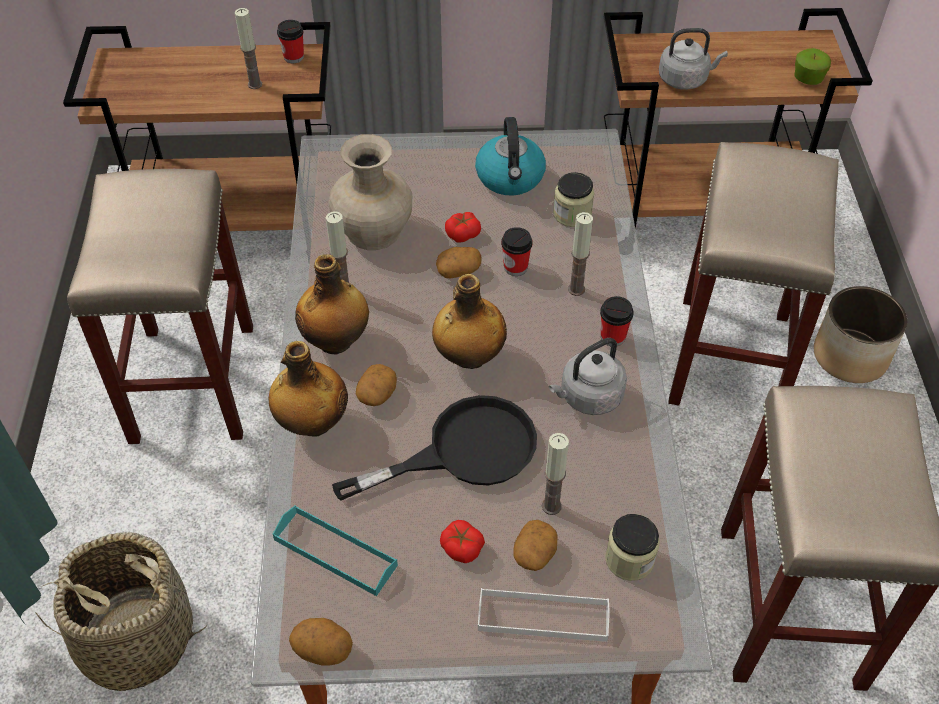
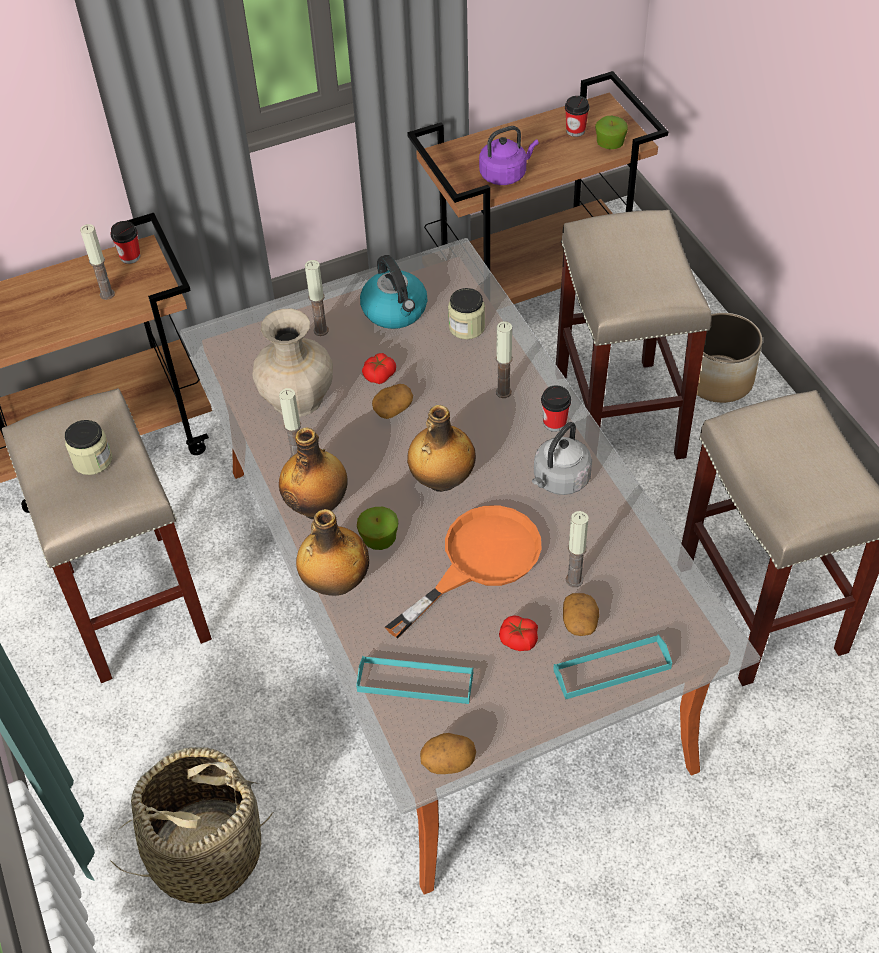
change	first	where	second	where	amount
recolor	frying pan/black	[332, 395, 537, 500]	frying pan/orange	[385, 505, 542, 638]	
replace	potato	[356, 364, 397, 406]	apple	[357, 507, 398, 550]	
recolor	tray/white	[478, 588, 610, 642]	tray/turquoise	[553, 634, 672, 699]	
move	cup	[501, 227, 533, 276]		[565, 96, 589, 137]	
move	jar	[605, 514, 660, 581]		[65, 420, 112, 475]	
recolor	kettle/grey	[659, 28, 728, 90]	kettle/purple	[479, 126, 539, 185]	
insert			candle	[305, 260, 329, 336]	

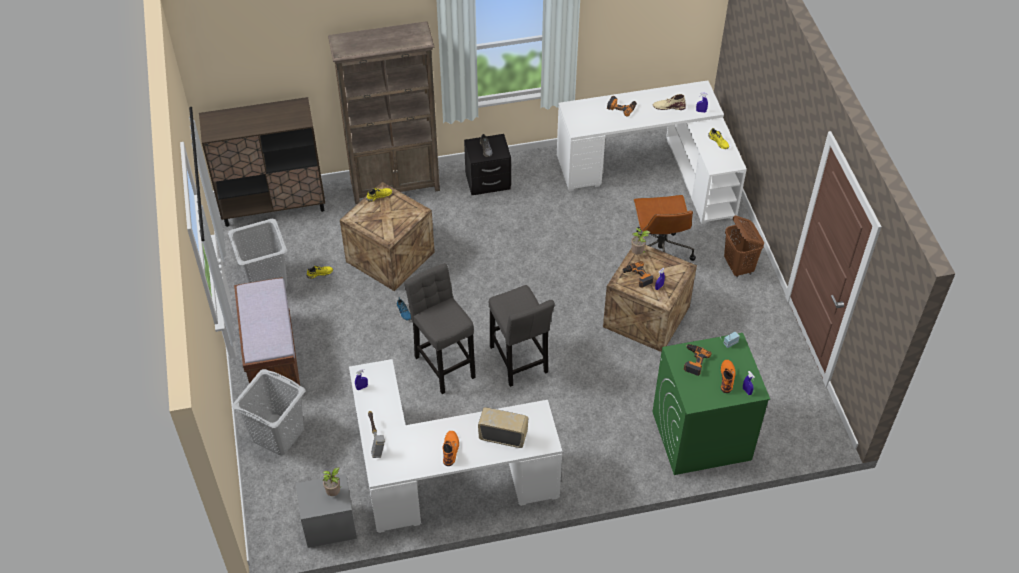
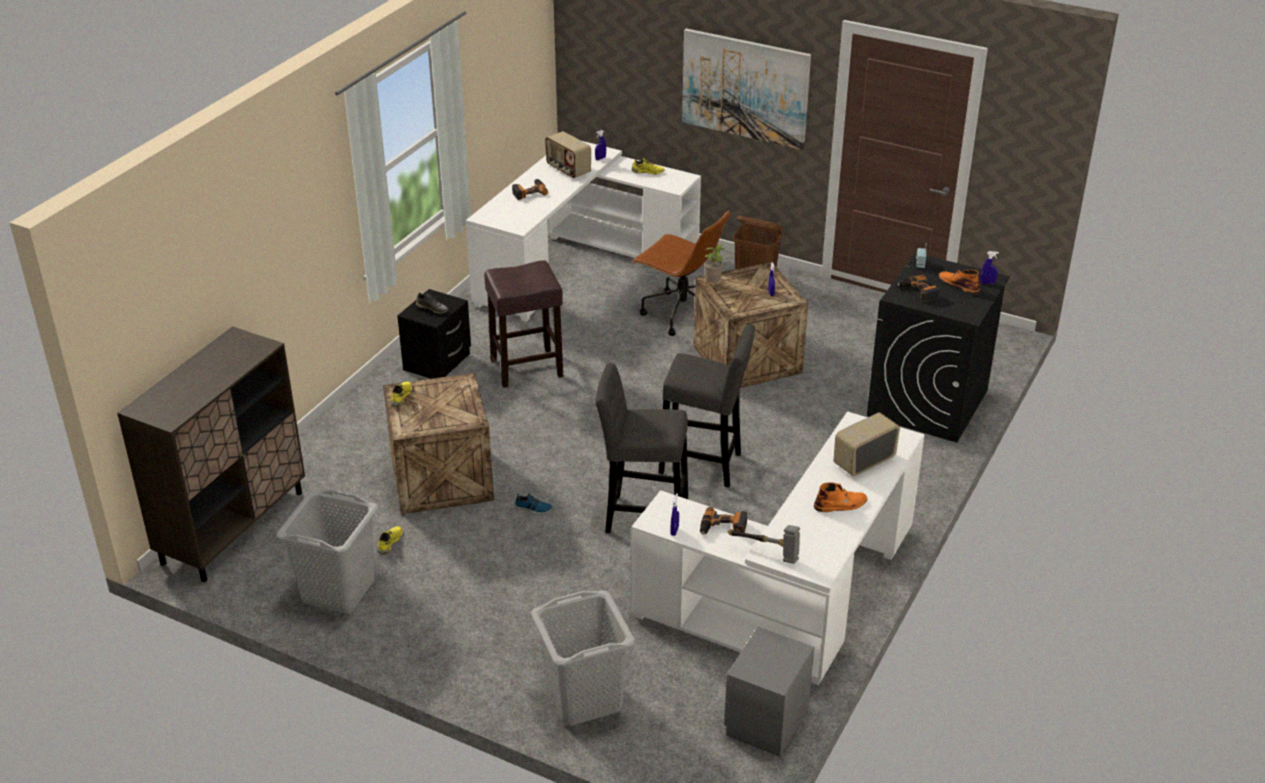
change	first	where	second	where	amount
delete	bench/brown	[234, 277, 300, 385]			
delete	potted plant	[323, 467, 341, 496]			
delete	bookcase/brown	[328, 21, 440, 204]			
rotate	boot/orange	[442, 431, 459, 466]		[814, 482, 867, 512]	120 degrees clockwise
move	power drill	[622, 261, 654, 288]		[700, 507, 747, 535]	
replace	boot/beige	[653, 94, 686, 110]	radio	[545, 131, 591, 178]	
recolor	washing machine/green	[653, 333, 770, 475]	washing machine/black	[867, 253, 1010, 443]	
insert			stool/brown	[484, 260, 563, 388]	
insert			picture	[682, 28, 811, 150]	

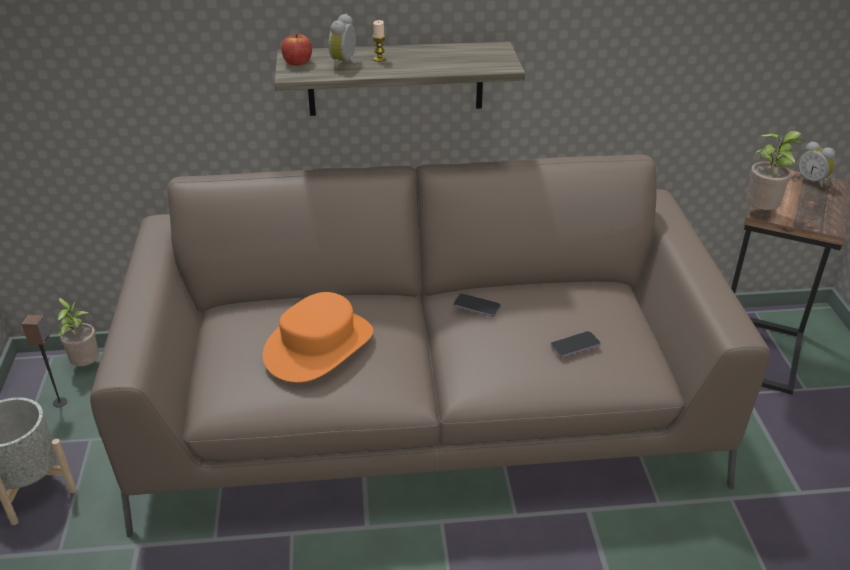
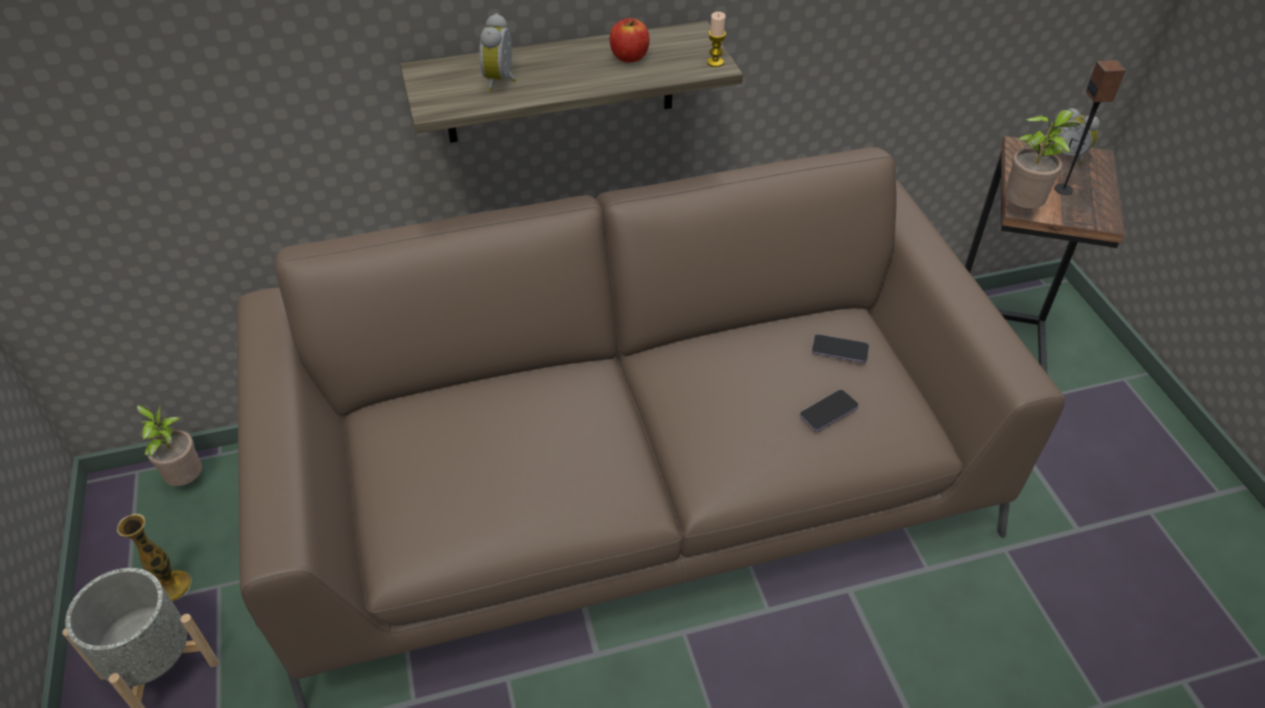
change	first	where	second	where	amount
move	speaker	[22, 315, 67, 407]		[1054, 60, 1126, 195]	
delete	hat/orange	[263, 292, 373, 383]			
move	apple	[281, 34, 312, 66]		[610, 18, 650, 63]	
move	candle	[372, 20, 386, 62]		[707, 12, 726, 67]	
move	phone	[453, 293, 501, 317]		[812, 334, 869, 363]	
insert			vase	[117, 514, 192, 601]	

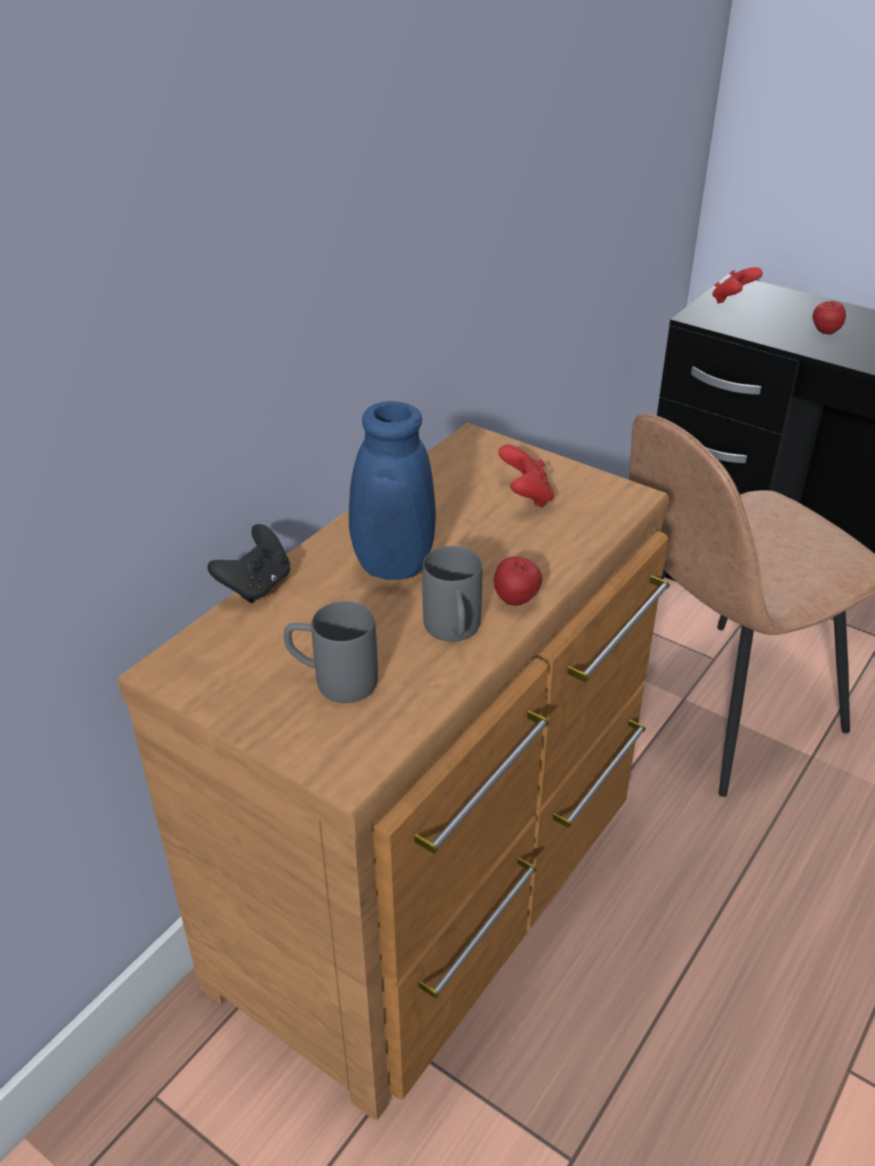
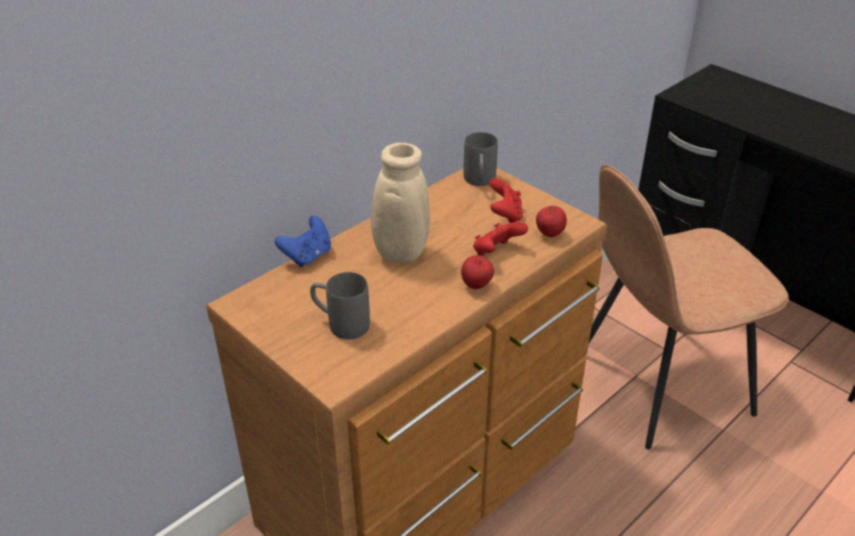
change	first	where	second	where	amount
recolor	game controller/black	[207, 524, 290, 603]	game controller/blue	[275, 216, 331, 267]	
recolor	vase/blue	[287, 401, 436, 580]	vase/beige	[321, 143, 430, 263]	
move	mug/grey	[422, 546, 482, 642]		[464, 132, 498, 186]	
move	game controller/red	[712, 267, 763, 304]		[473, 222, 528, 256]	
move	apple	[813, 301, 846, 335]		[536, 206, 567, 237]	

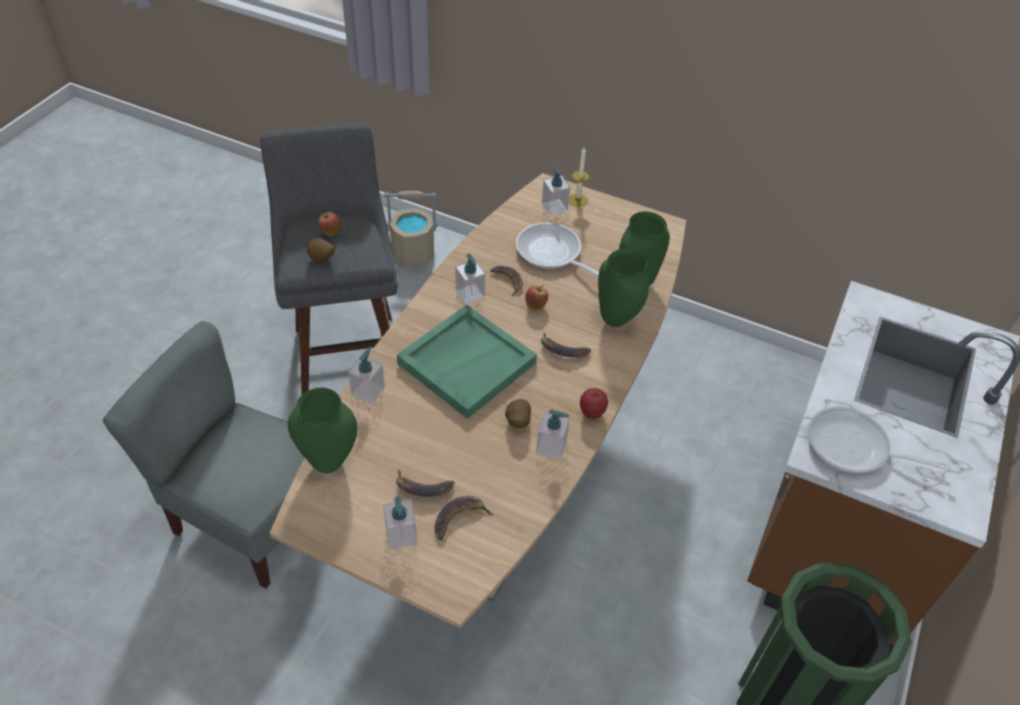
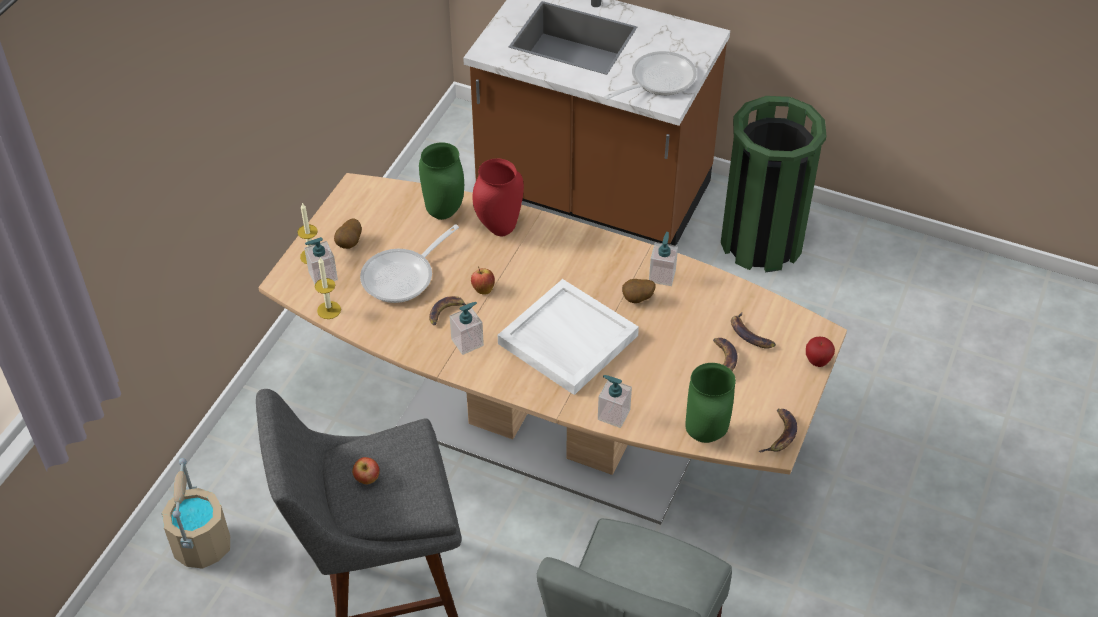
change	first	where	second	where	amount
move	potato	[307, 238, 335, 261]		[334, 218, 362, 249]	
delete	soap dispenser	[383, 497, 417, 550]			
recolor	tray/green	[397, 304, 537, 419]	tray/white	[498, 279, 639, 395]	
move	banana	[541, 332, 591, 357]		[758, 409, 797, 452]	
move	apple	[580, 388, 608, 419]		[806, 337, 835, 367]	
recolor	vase/green	[598, 249, 649, 327]	vase/red	[472, 158, 524, 237]	
rotate	frying pan	[808, 407, 952, 473]		[604, 51, 697, 100]	150 degrees counterclockwise
insert			candle	[315, 258, 341, 319]	

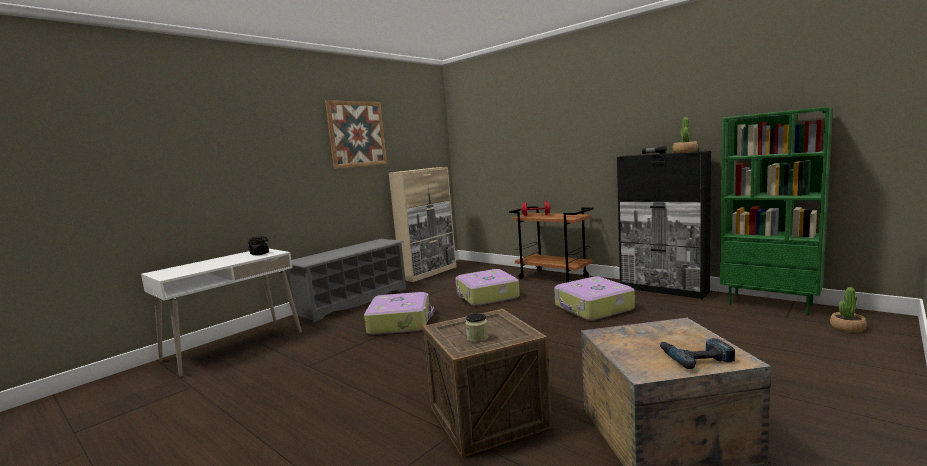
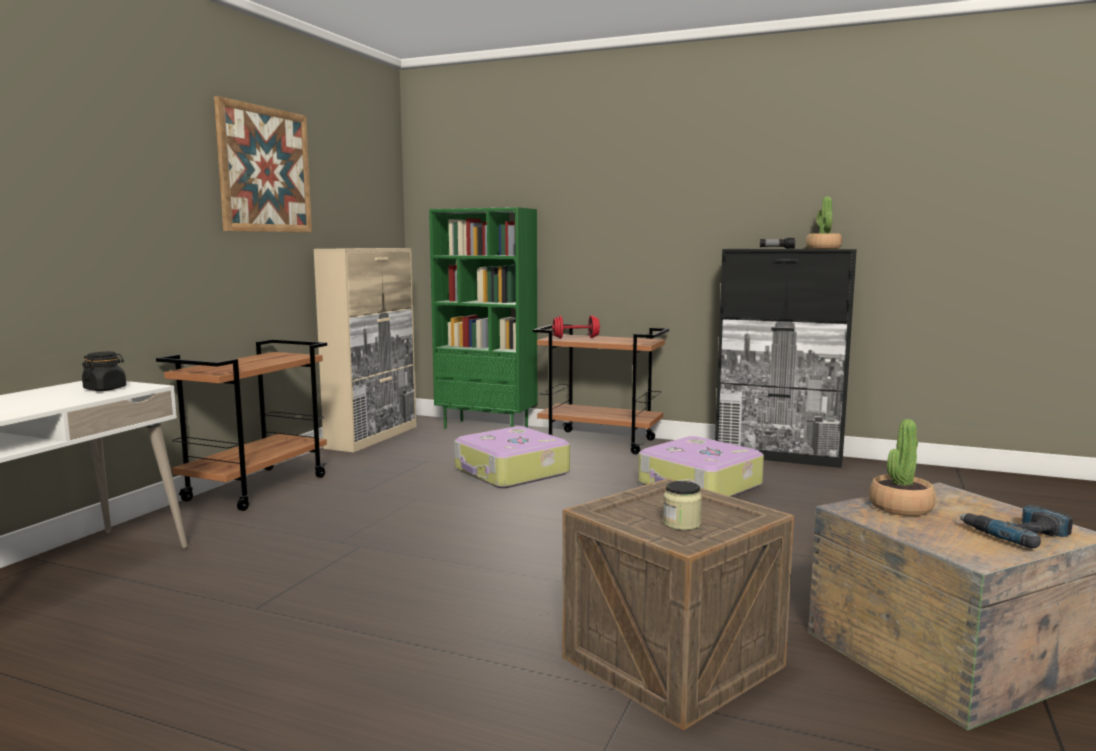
change	first	where	second	where	amount
replace	shoe rack/grey	[289, 239, 406, 322]	cart/brown	[156, 339, 327, 511]	
delete	suitcase	[364, 292, 434, 335]			
move	bookcase/green	[720, 107, 833, 315]		[429, 207, 537, 429]	
move	potted plant	[830, 287, 867, 332]		[869, 419, 936, 516]	

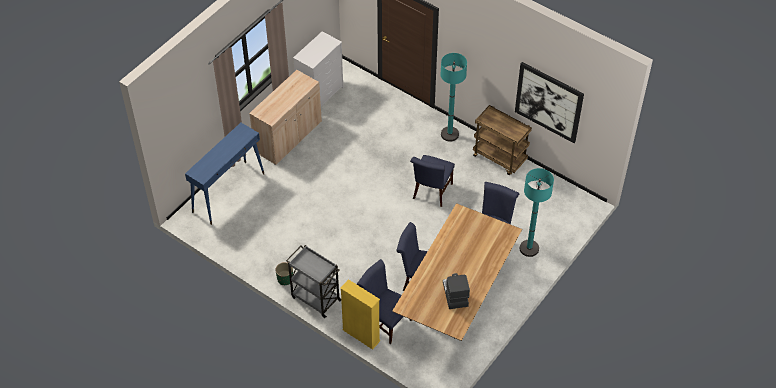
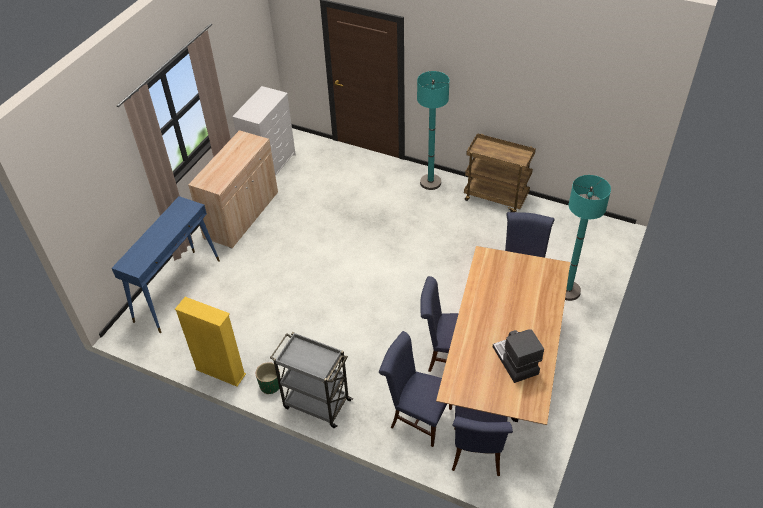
change	first	where	second	where	amount
move	bookcase/yellow	[340, 279, 381, 350]		[175, 297, 246, 386]	
move	chair/blue	[410, 155, 455, 207]		[452, 406, 513, 476]	
delete	picture	[515, 62, 584, 143]			

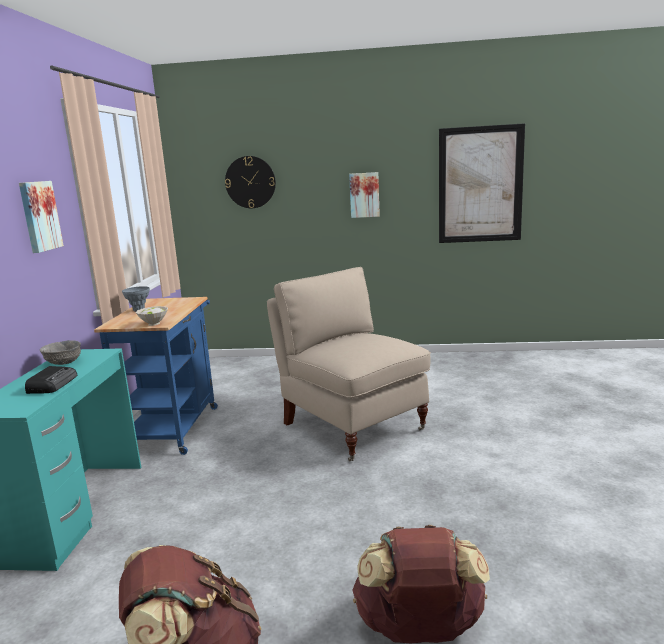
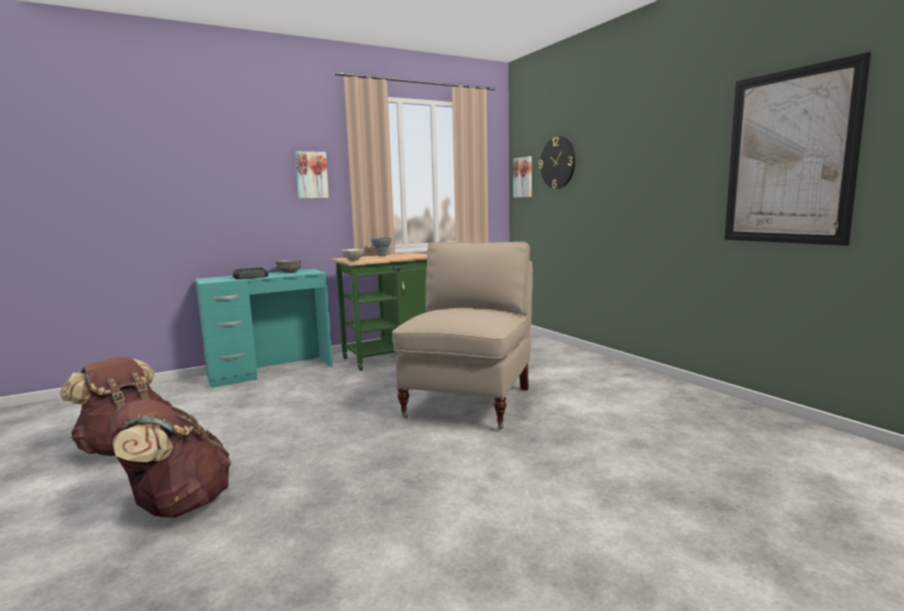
change	first	where	second	where	amount
recolor	cart/blue	[94, 297, 218, 455]	cart/green	[331, 253, 427, 371]	
move	picture	[349, 172, 380, 218]		[513, 156, 532, 198]	

